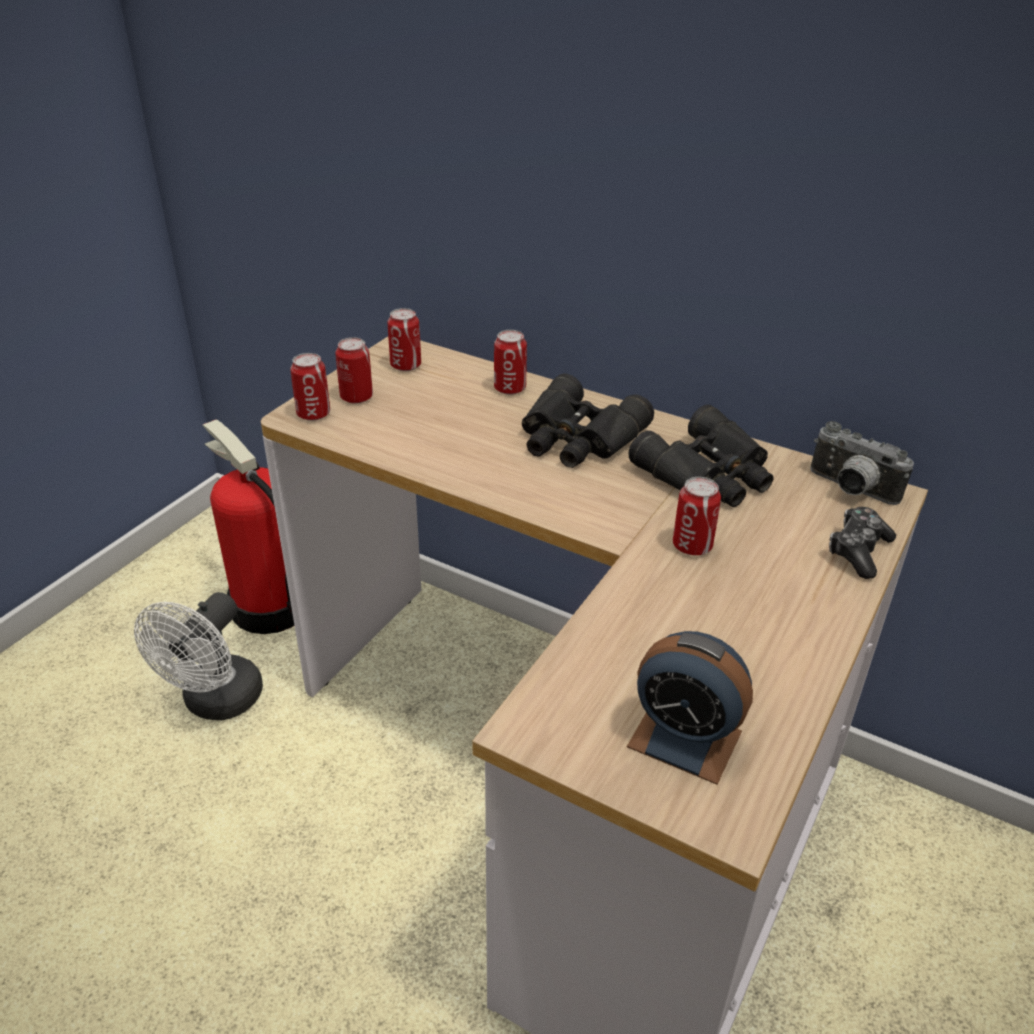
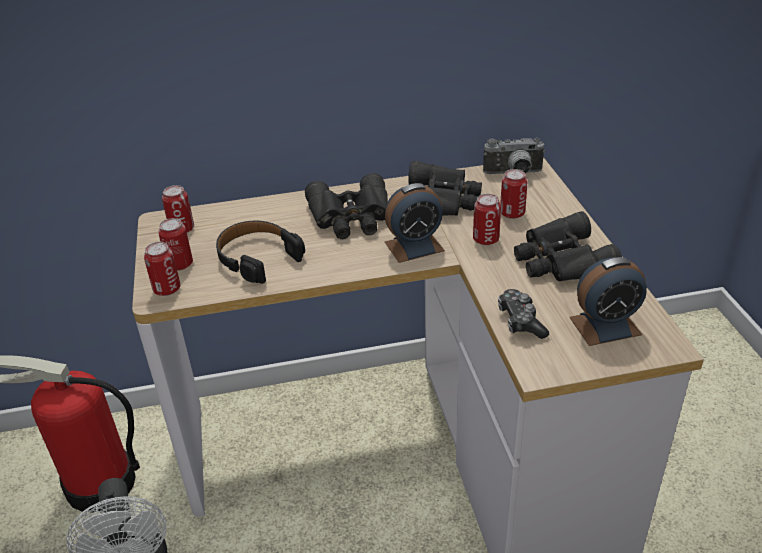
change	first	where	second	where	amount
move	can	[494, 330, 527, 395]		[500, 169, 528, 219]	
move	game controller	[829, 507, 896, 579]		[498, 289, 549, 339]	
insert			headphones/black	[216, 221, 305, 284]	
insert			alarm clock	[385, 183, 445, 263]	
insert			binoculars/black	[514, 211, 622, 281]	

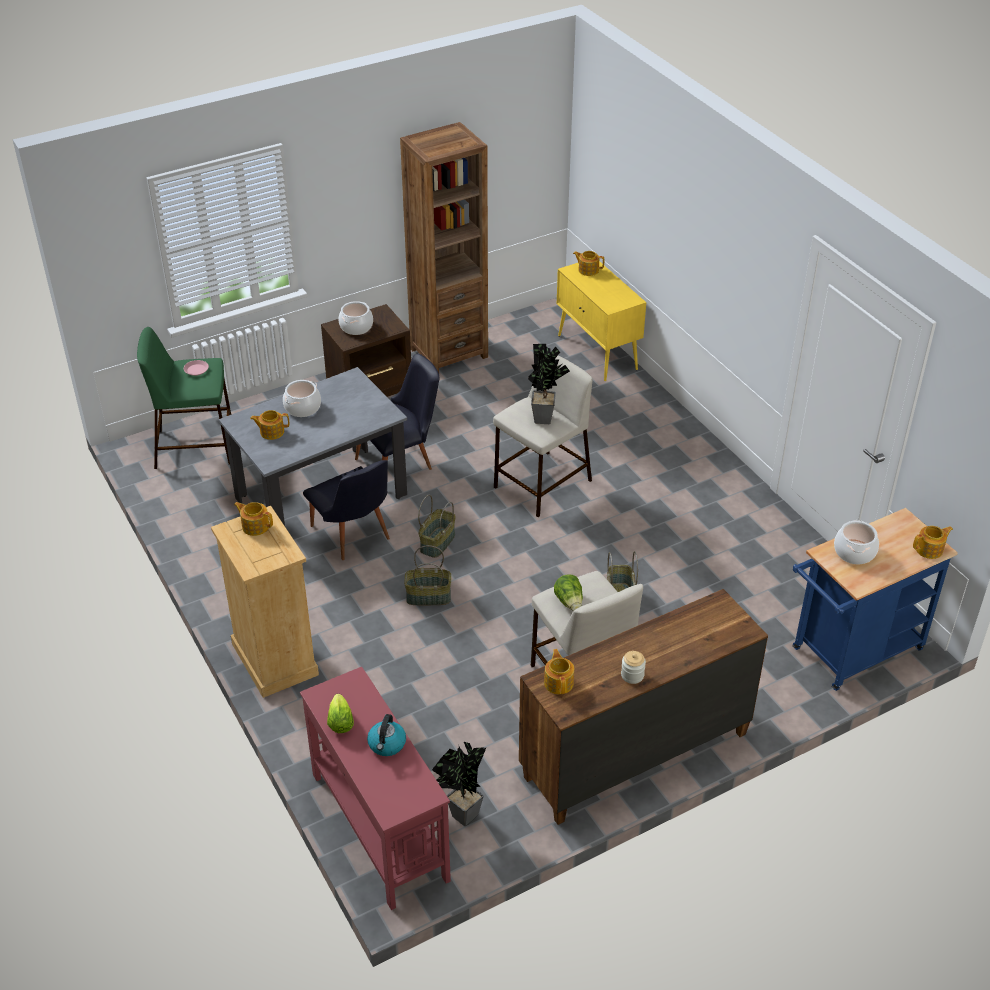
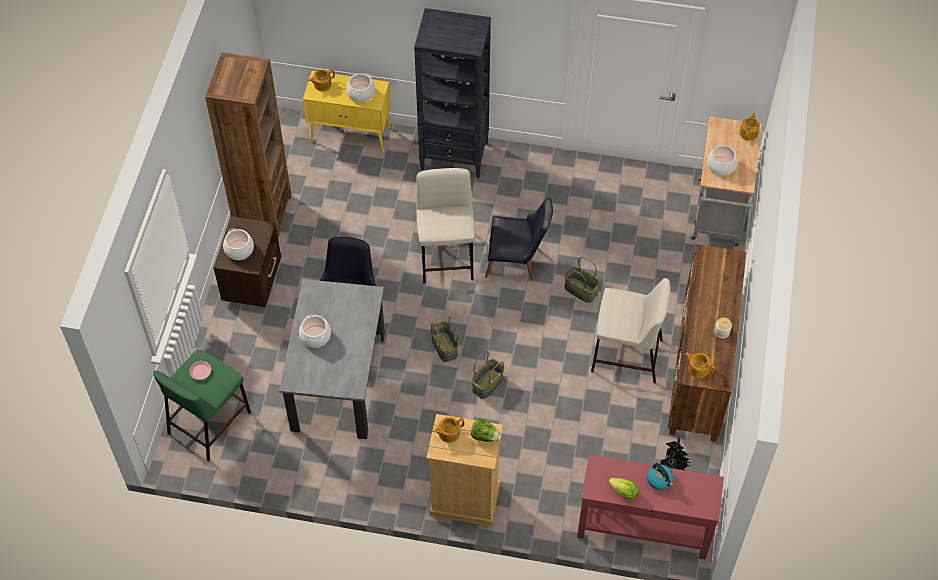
change	first	where	second	where	amount
delete	teapot	[250, 410, 289, 440]			
move	chair/black	[303, 460, 390, 560]		[485, 197, 553, 281]	
delete	potted plant	[528, 344, 570, 424]			
move	lettuce	[554, 575, 583, 611]		[471, 418, 501, 442]	
recolor	cart/blue	[793, 508, 958, 691]	cart/grey	[690, 116, 761, 246]	
insert			cooking pot	[346, 73, 375, 102]	
insert			bookcase/black	[414, 8, 491, 178]	

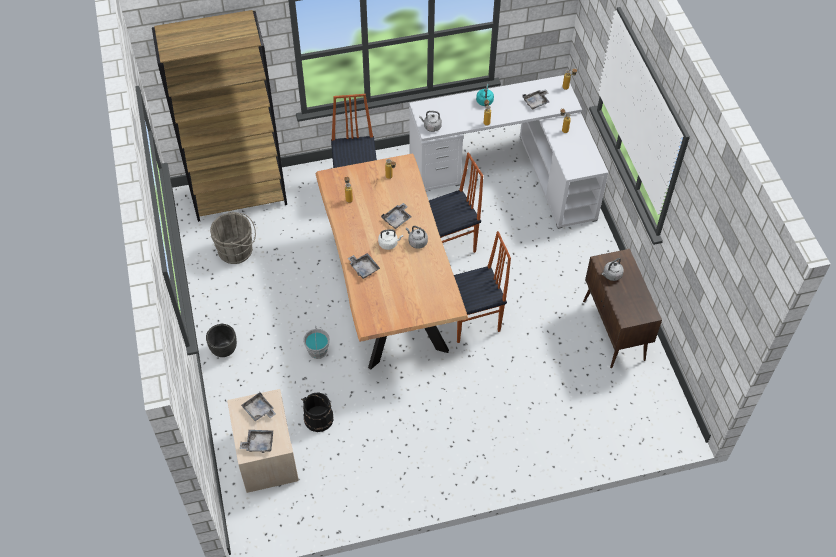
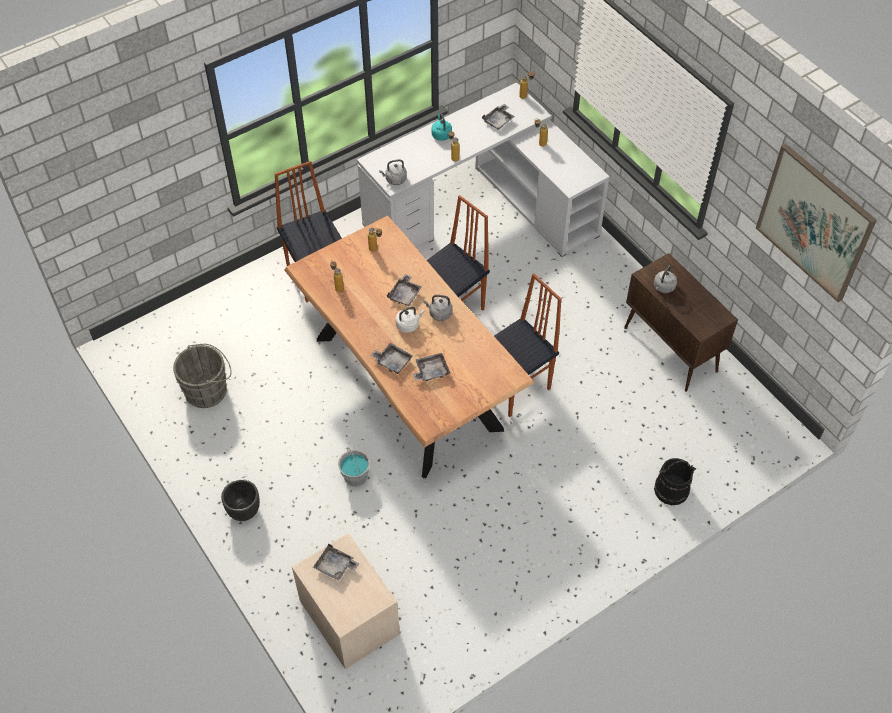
change	first	where	second	where	amount
delete	bookcase/brown	[152, 10, 287, 222]			
move	tray/grey	[240, 430, 273, 453]		[413, 353, 450, 381]	
move	bucket/black	[301, 392, 333, 432]		[654, 458, 696, 505]	
insert			picture	[756, 144, 877, 302]	

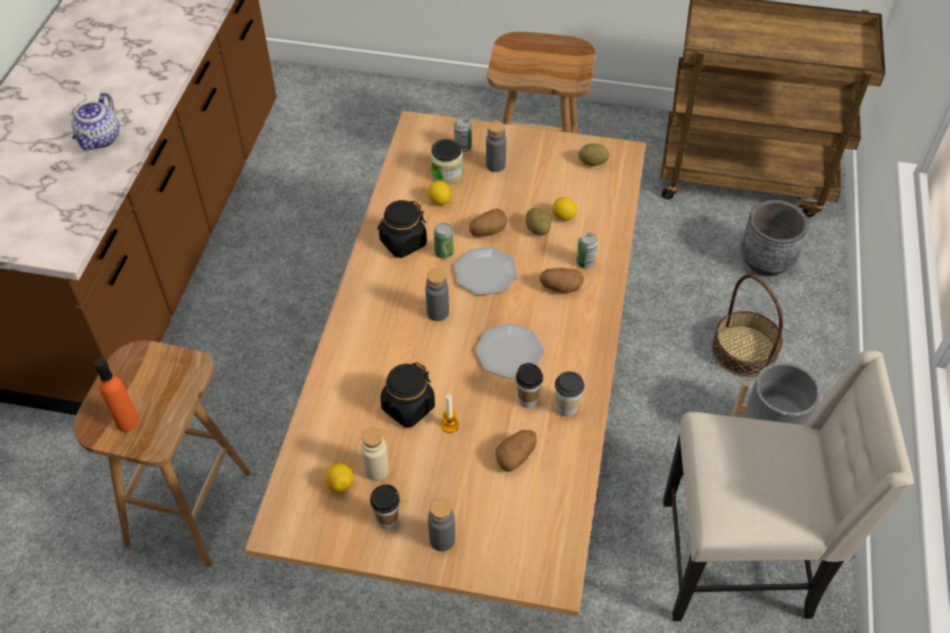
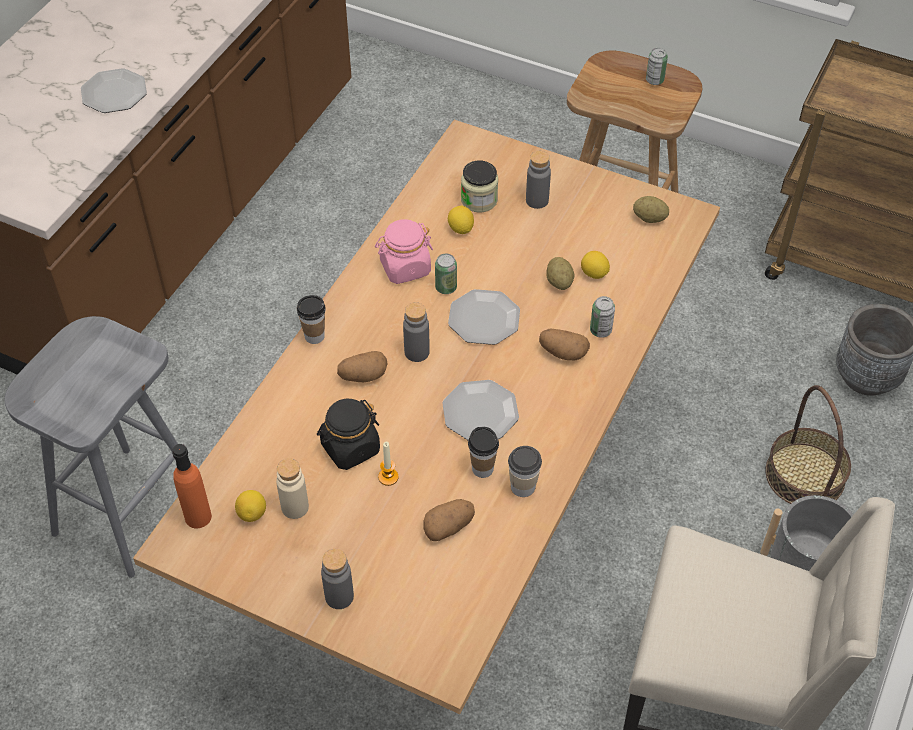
change	first	where	second	where	amount
replace	teapot	[71, 93, 120, 150]	plate	[81, 68, 147, 113]	
recolor	stool/brown	[73, 340, 251, 567]	stool/grey	[4, 316, 178, 578]	
move	bottle/orange	[94, 358, 139, 431]		[172, 444, 212, 528]	
move	cup	[370, 485, 400, 530]		[297, 295, 326, 344]	
recolor	jar/black	[378, 200, 427, 258]	jar/pink	[375, 219, 433, 284]	
move	can	[454, 118, 472, 152]		[646, 48, 668, 85]	
move	potato	[469, 209, 507, 237]		[337, 351, 388, 382]	

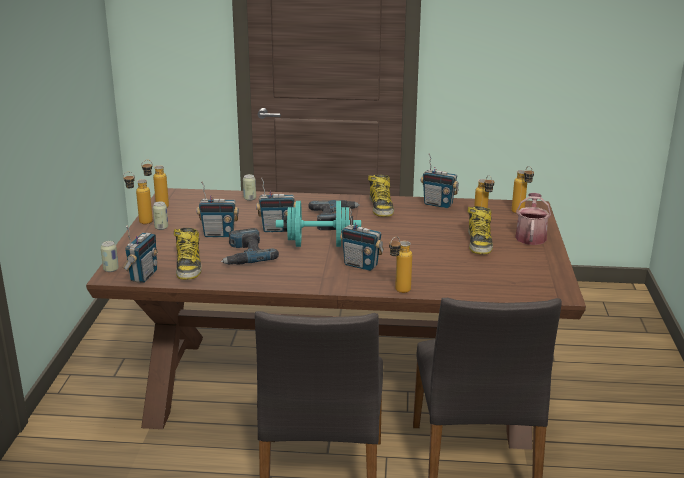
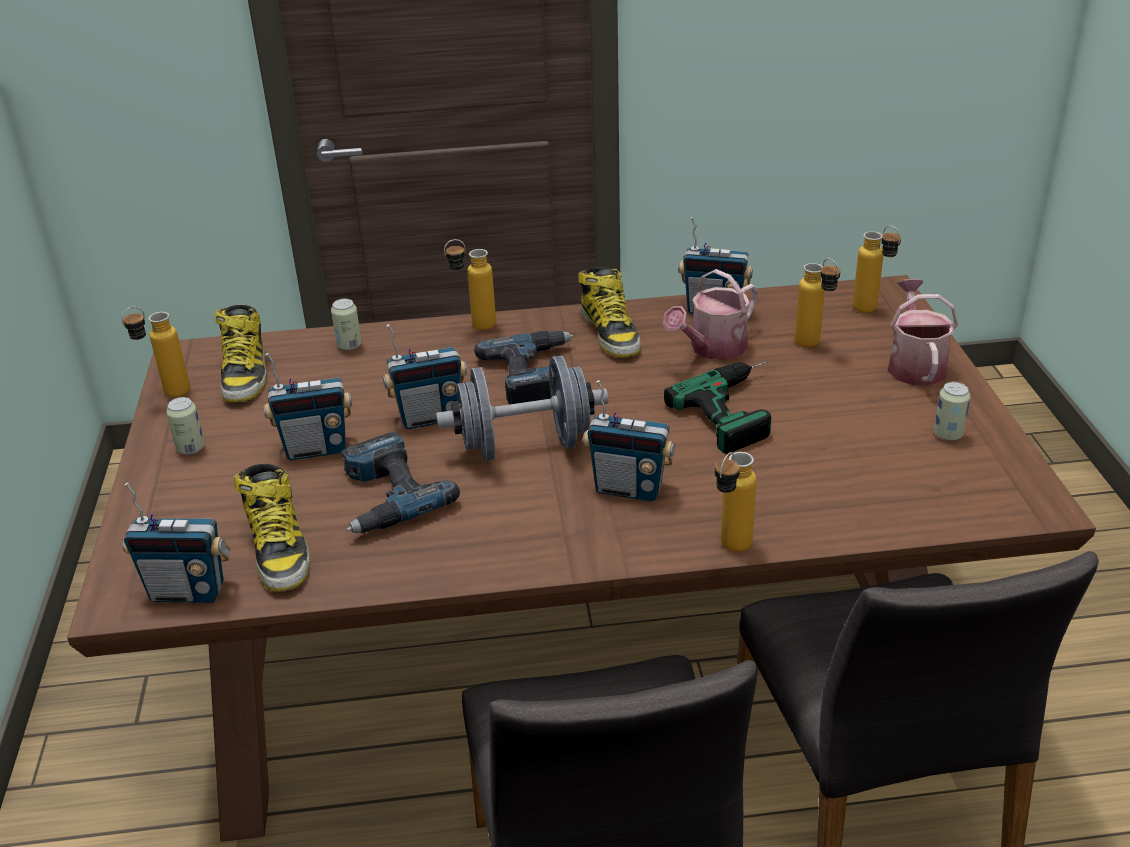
change	first	where	second	where	amount
move	can	[101, 241, 119, 272]		[934, 382, 970, 441]	
move	bottle	[123, 172, 153, 224]		[444, 239, 496, 330]	
rotate	radio	[123, 226, 158, 283]		[123, 482, 230, 603]	90 degrees clockwise
recolor	dumbbell/turquoise	[276, 201, 361, 247]	dumbbell/grey	[436, 356, 609, 461]	
move	boot	[467, 206, 493, 254]		[215, 305, 266, 403]	
insert			watering can	[663, 269, 758, 360]	
insert			power drill	[664, 361, 771, 454]	

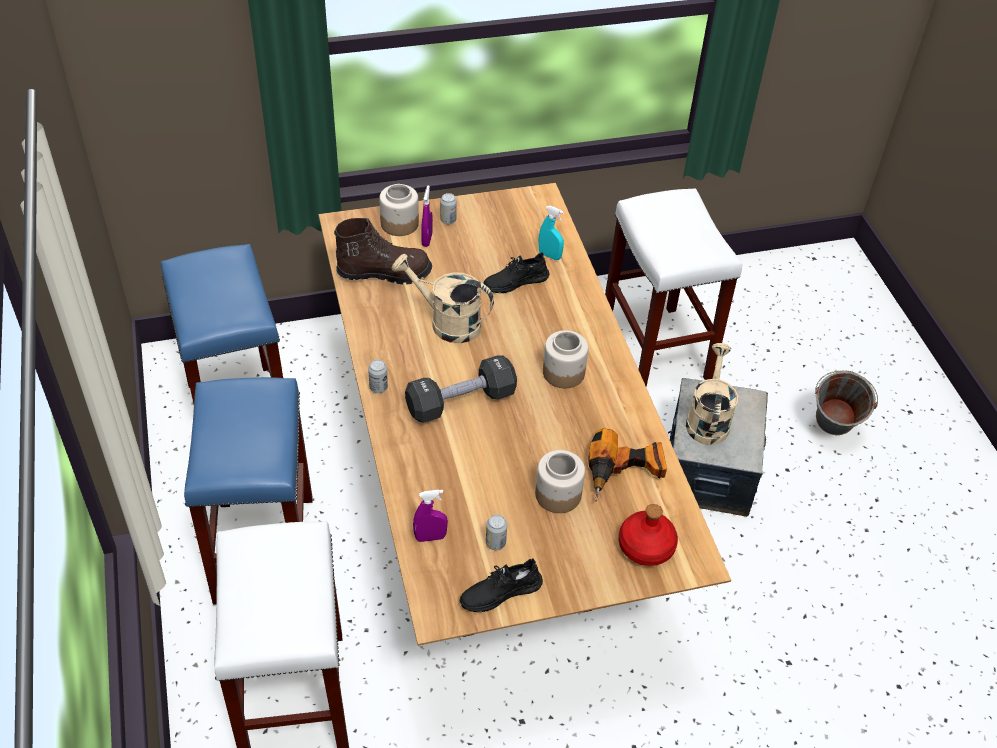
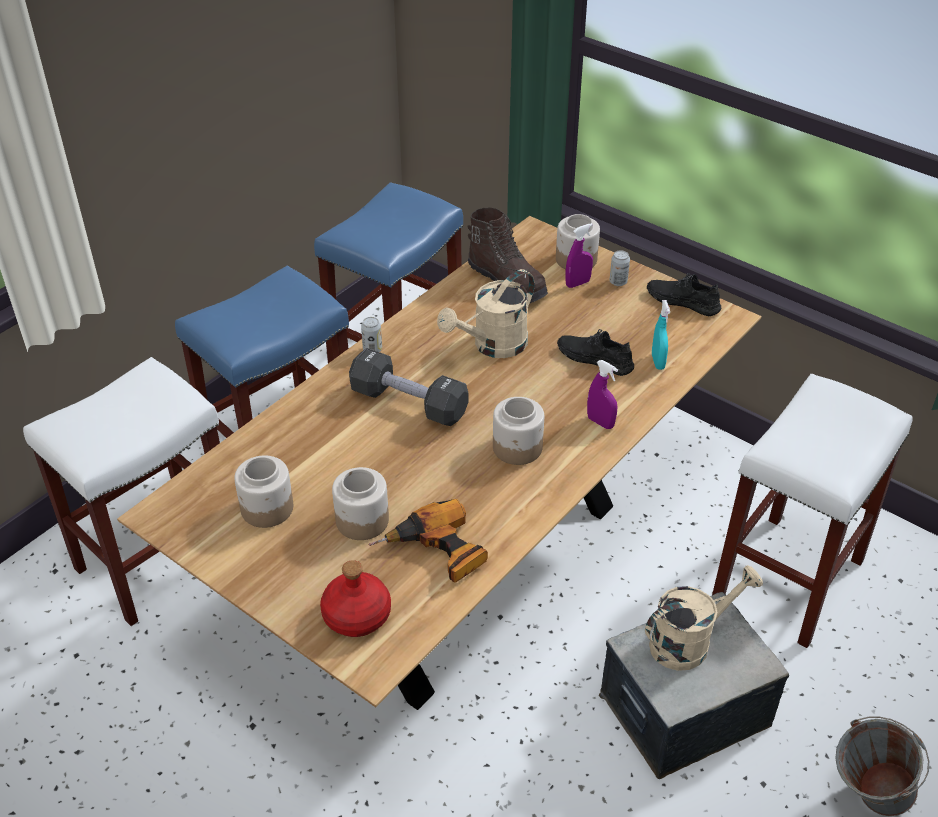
change	first	where	second	where	amount
rotate	watering can/beige	[392, 254, 494, 343]		[437, 269, 534, 358]	120 degrees counterclockwise
move	spray bottle/purple	[413, 490, 448, 542]		[587, 360, 618, 429]	
move	shoe/black	[460, 559, 543, 612]		[647, 273, 721, 316]	
replace	can	[486, 515, 507, 550]	jar	[234, 456, 293, 528]	

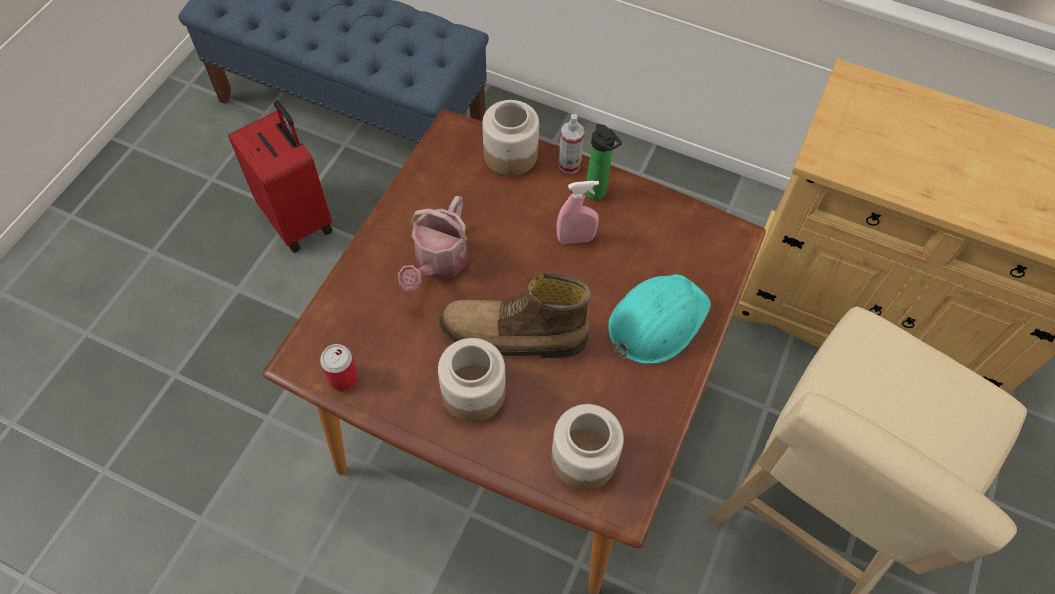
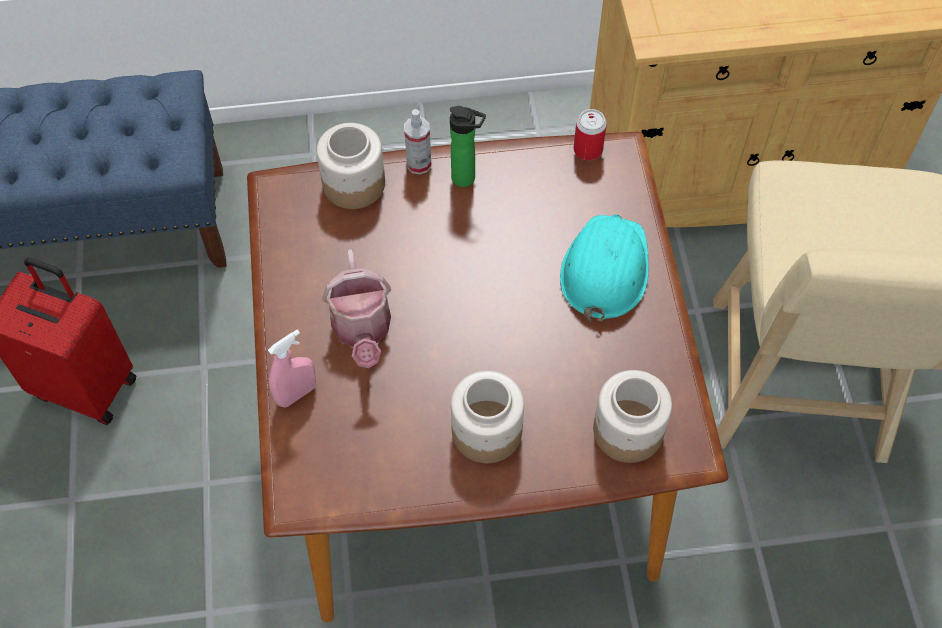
change	first	where	second	where	amount
move	can	[320, 344, 358, 391]		[574, 109, 607, 160]	
delete	boot	[439, 273, 591, 358]			
move	spray bottle/pink	[557, 181, 599, 244]		[268, 329, 316, 408]	

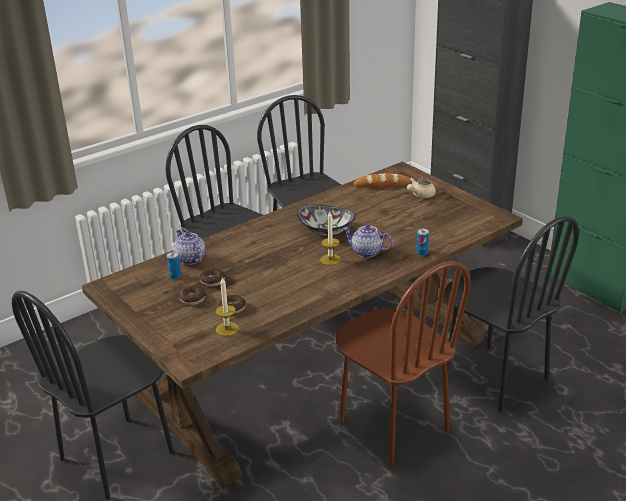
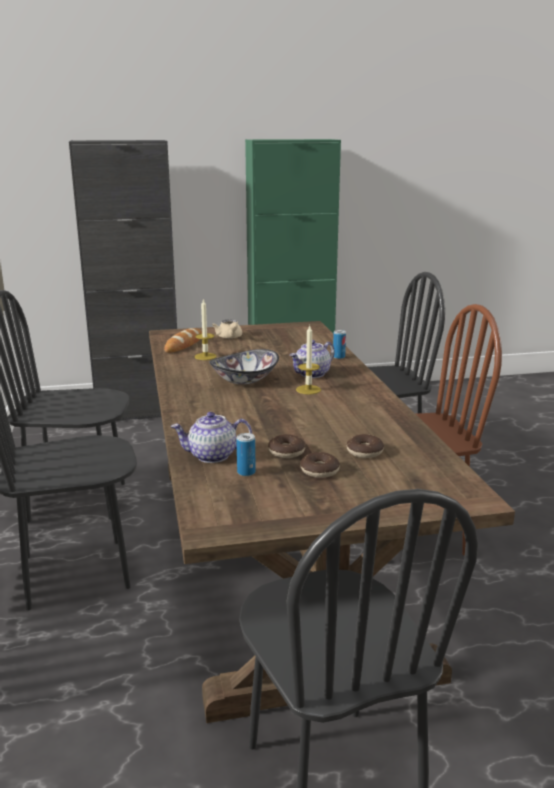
change	first	where	second	where	amount
move	candle	[216, 277, 239, 336]		[195, 298, 216, 360]	

